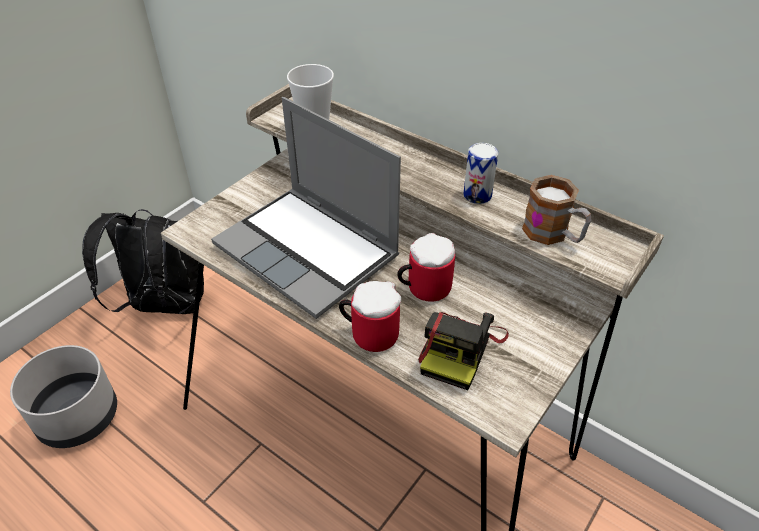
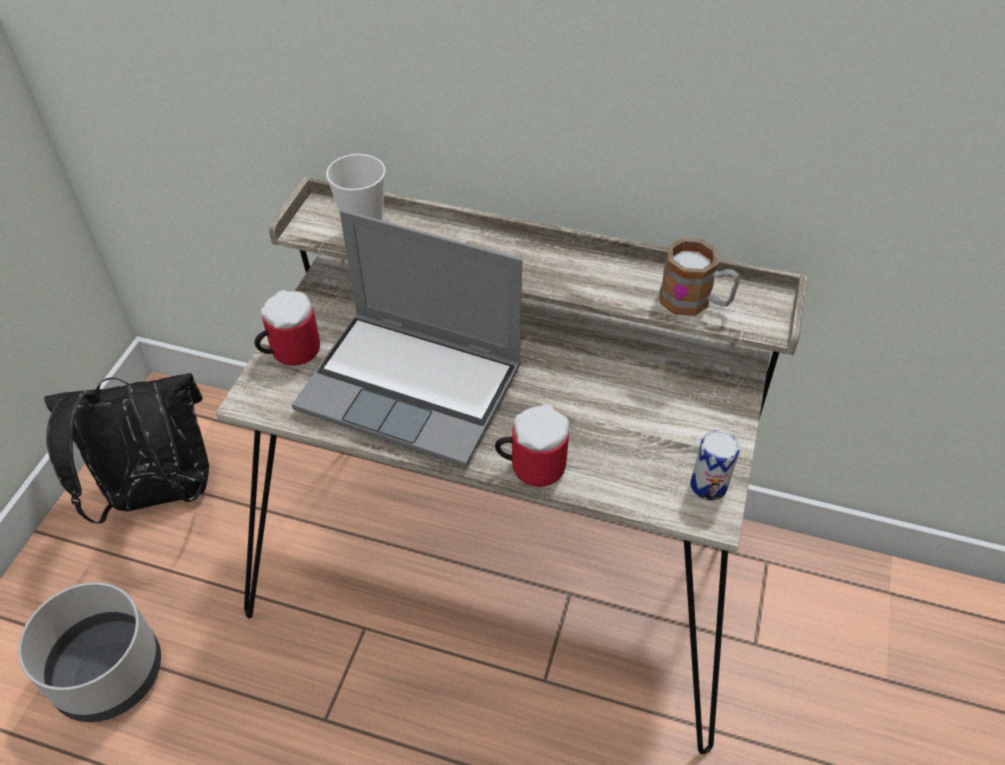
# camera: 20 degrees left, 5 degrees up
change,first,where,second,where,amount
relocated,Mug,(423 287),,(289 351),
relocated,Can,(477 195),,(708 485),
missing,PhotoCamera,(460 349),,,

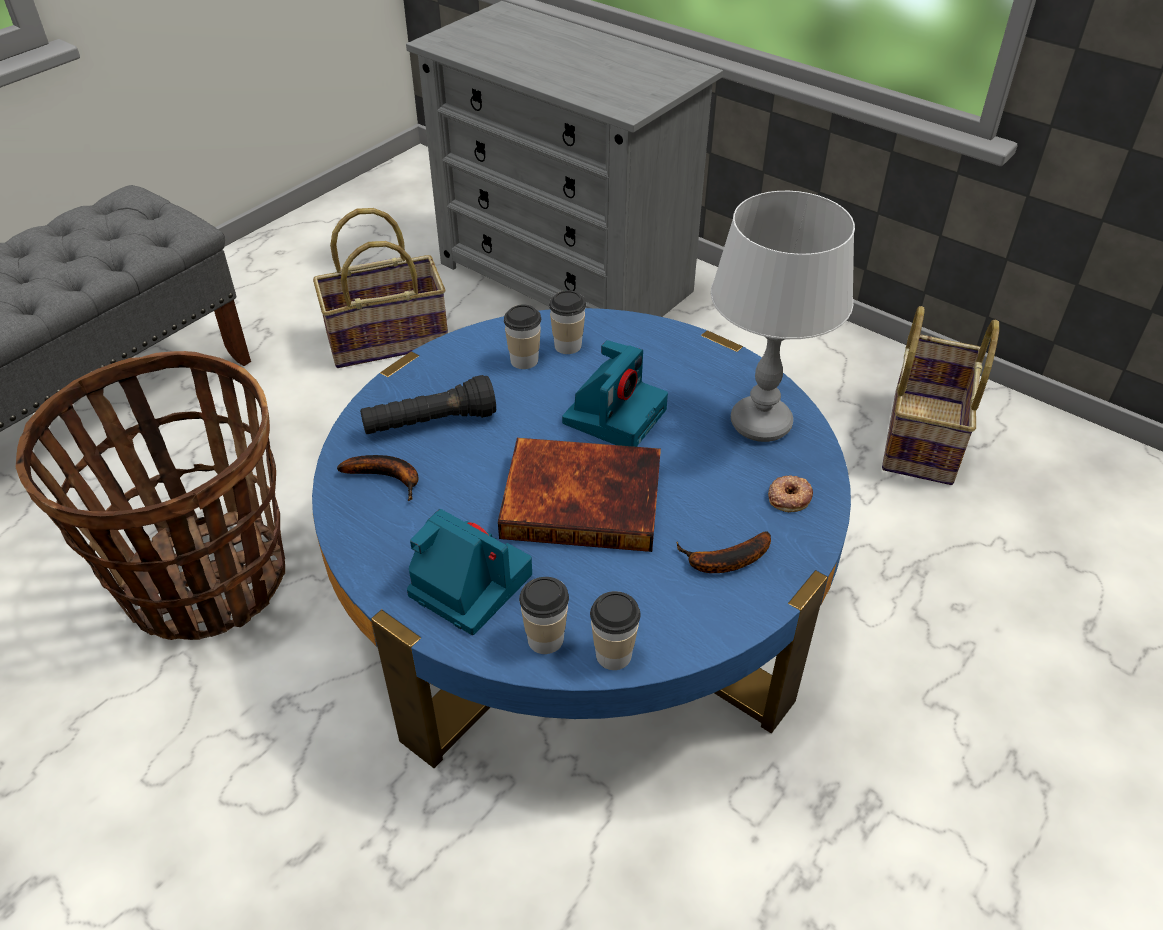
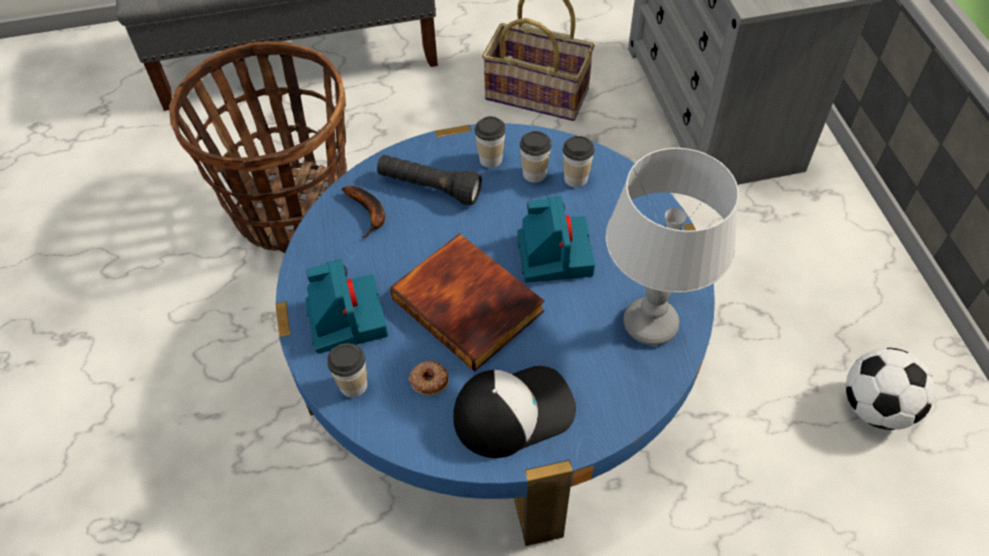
# camera: 40 degrees right, 10 degrees up
change,first,where,second,where,amount
relocated,Donut,(789 497),,(429 380),
exchanged,Banana,(724 561),Cap,(513 410),
relocated,Cup,(613 654),,(490 159),
spun,PhotoCamera,(615 414),,(553 253),75 degrees counterclockwise
exchanged,Basket,(920 436),Football,(876 407),

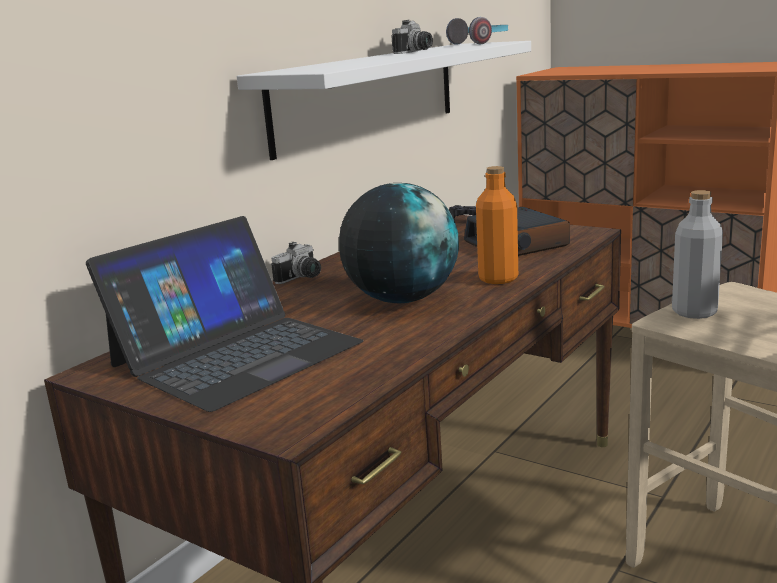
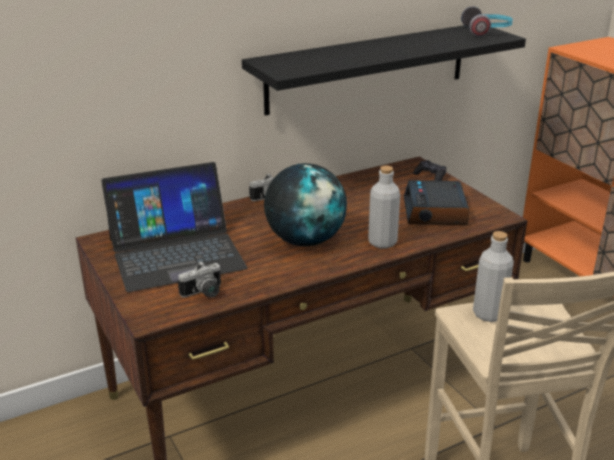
# camera: 25 degrees right, 10 degrees up
change,first,where,second,where,amount
relocated,PhotoCamera,(415 51),,(204 293),
colour,WhiteShelf,(368 95),BlackShelf,(368 68),
colour,OrangeBottle,(498 278),GreyBottle,(382 242),

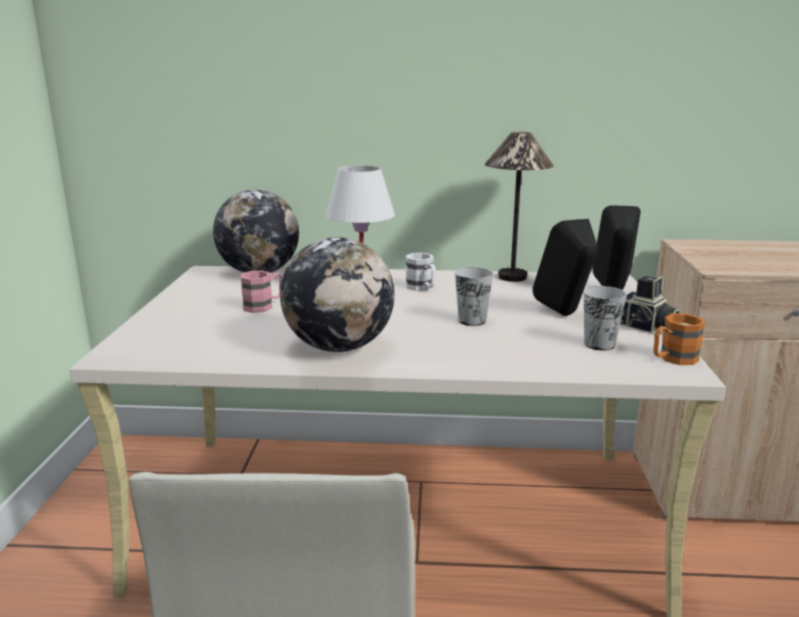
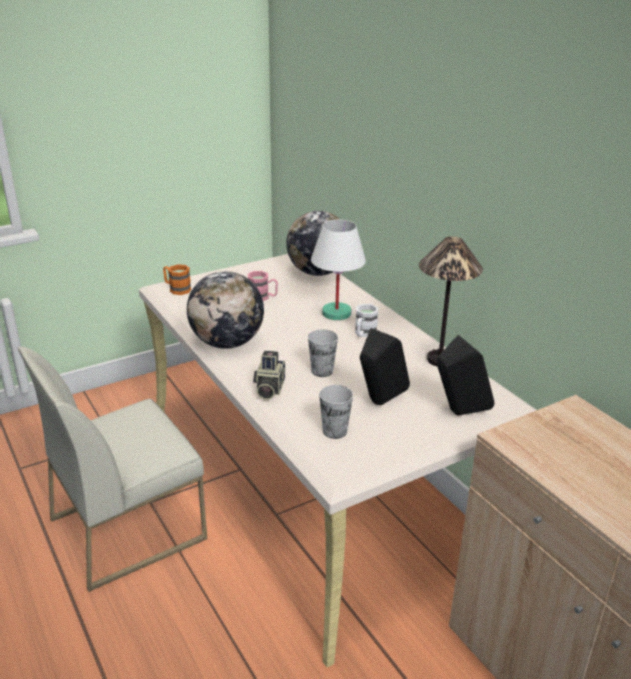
# camera: 55 degrees right, 10 degrees up
change,first,where,second,where,amount
relocated,OrangeMug,(672 359),,(176 289),
relocated,PhotoCamera,(645 327),,(268 389),

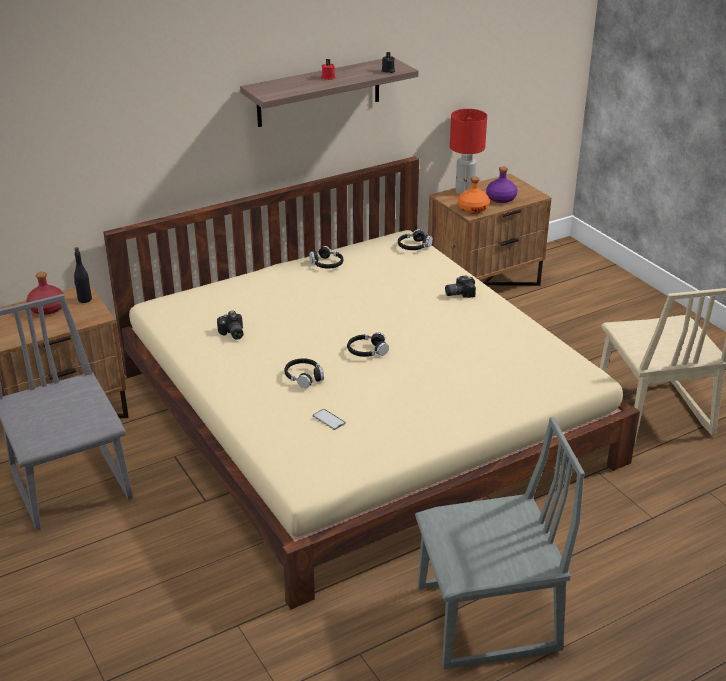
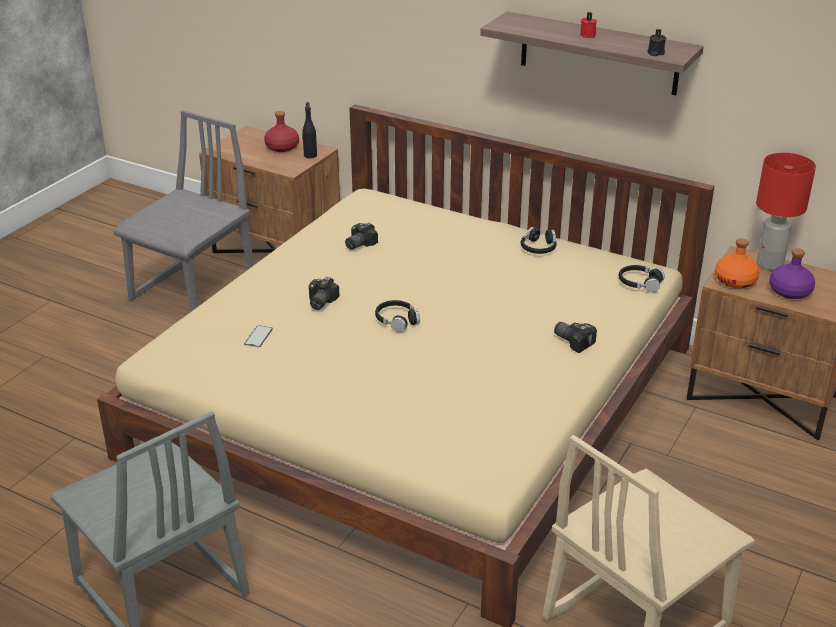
# camera: 60 degrees right, 0 degrees up
change,first,where,second,where,amount
exchanged,BlackHeadphones,(304 377),PhotoCamera,(319 302),

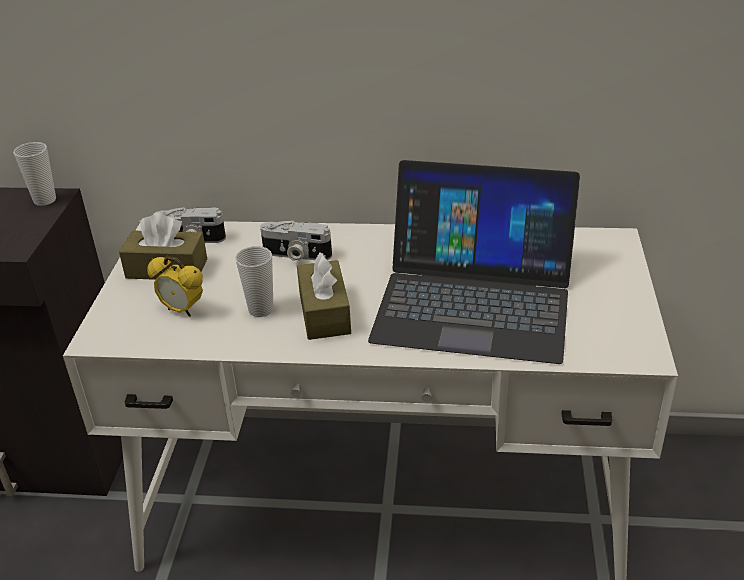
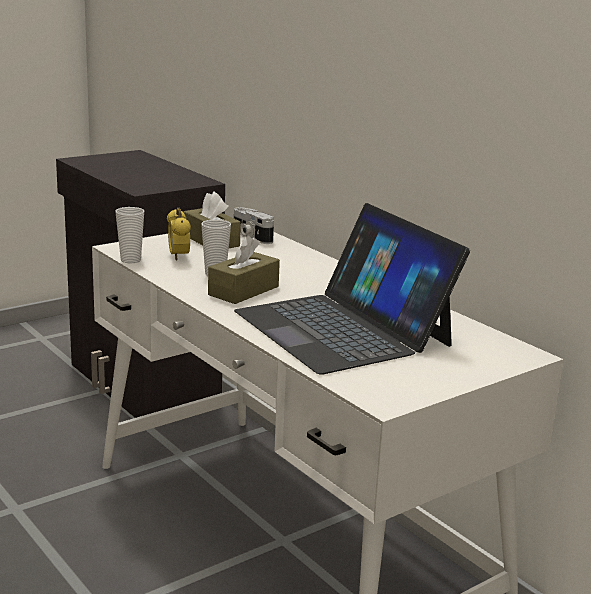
# camera: 45 degrees right, 15 degrees down
change,first,where,second,where,amount
relocated,Cup,(45 200),,(130 260),
missing,PhotoCamera,(296 255),,,

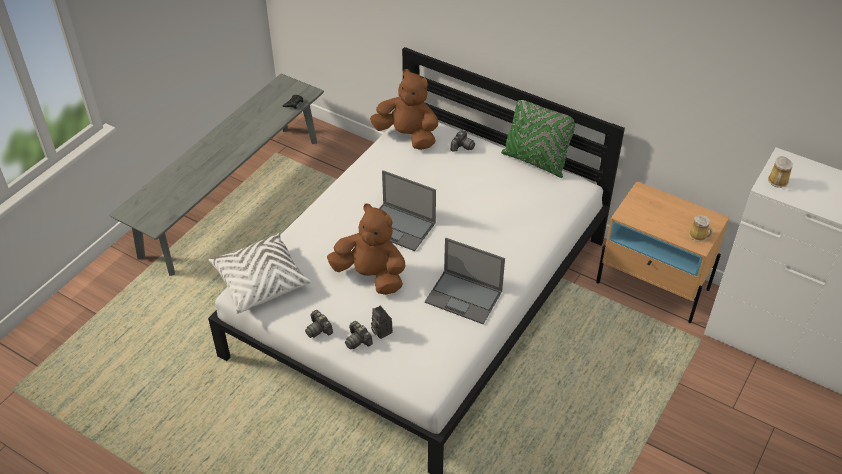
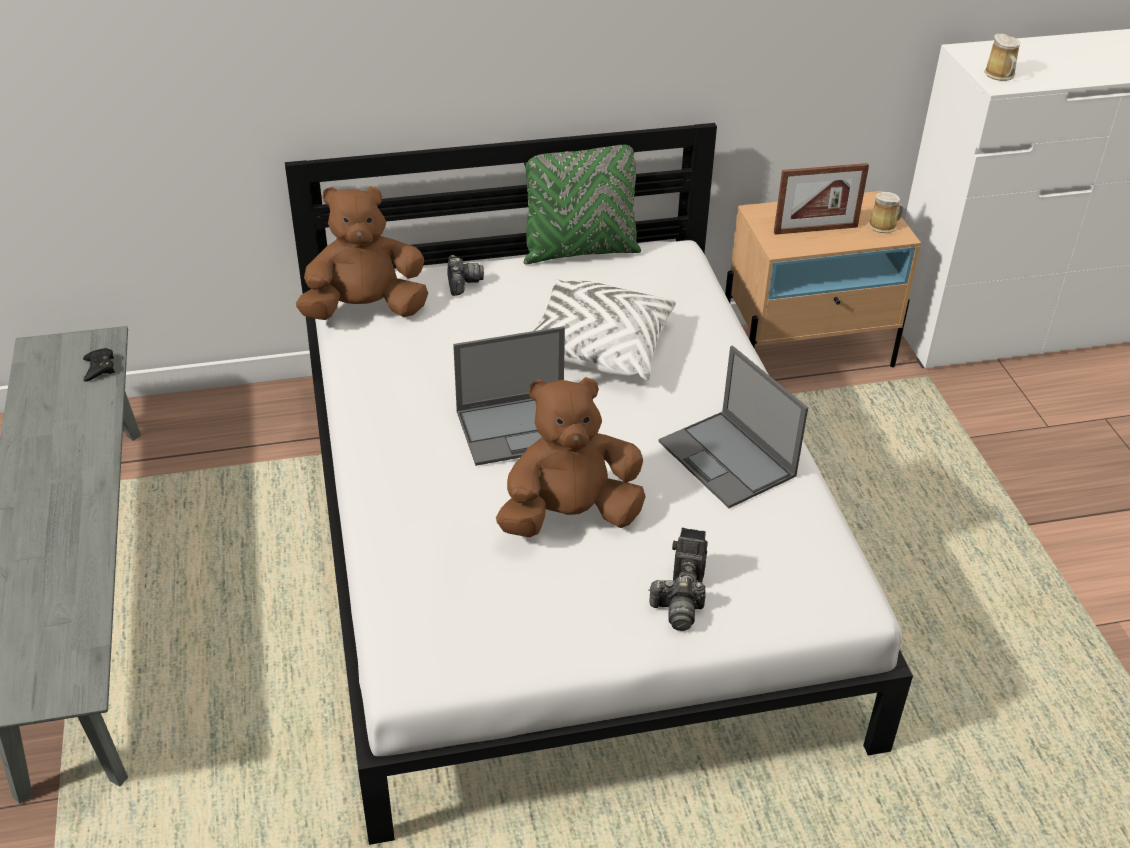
# camera: 45 degrees left, 5 degrees down
change,first,where,second,where,amount
relocated,WhitePillow,(260 281),,(598 347),
spun,Laptop,(464 297),,(728 460),75 degrees clockwise
appeared,,,PictureFrame,(815 230),
missing,PhotoCamera,(319 329),,,

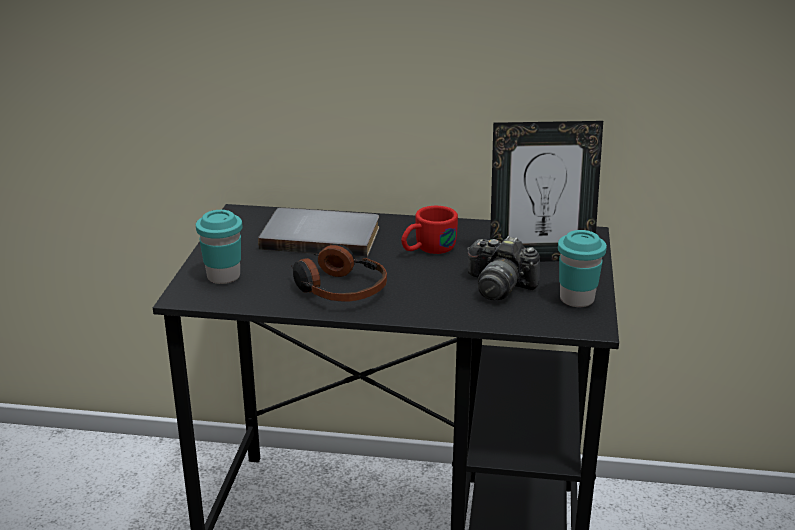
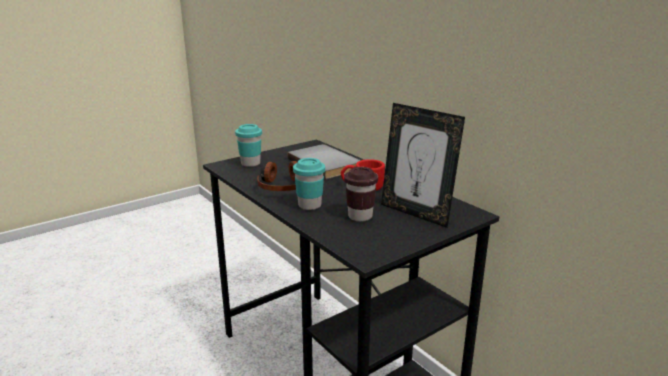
# camera: 45 degrees right, 5 degrees down
change,first,where,second,where,amount
relocated,TurquoiseCup,(577 299),,(309 205),
exchanged,PhotoCamera,(499 286),BrownCup,(360 216),

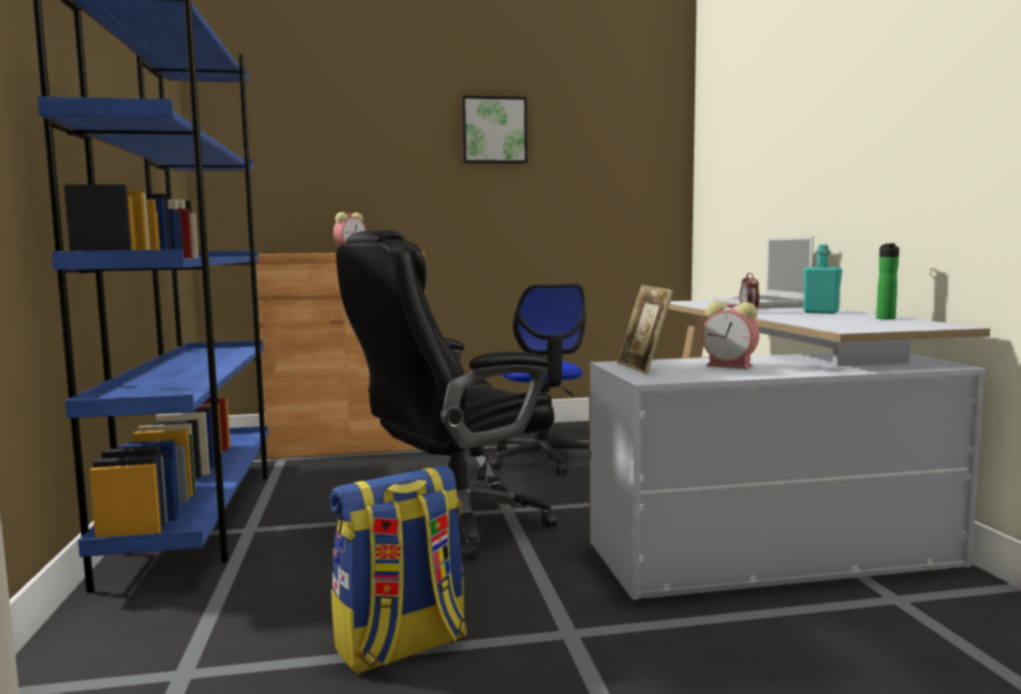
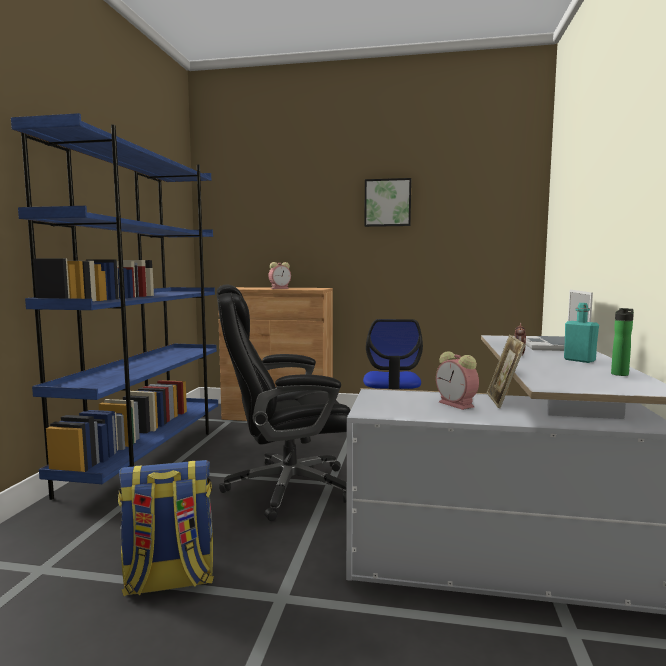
# camera: 20 degrees right, 0 degrees up
change,first,where,second,where,amount
relocated,PictureFrame,(643 368),,(503 401),

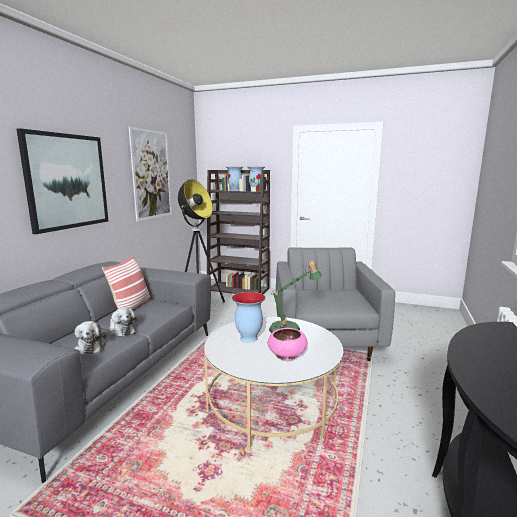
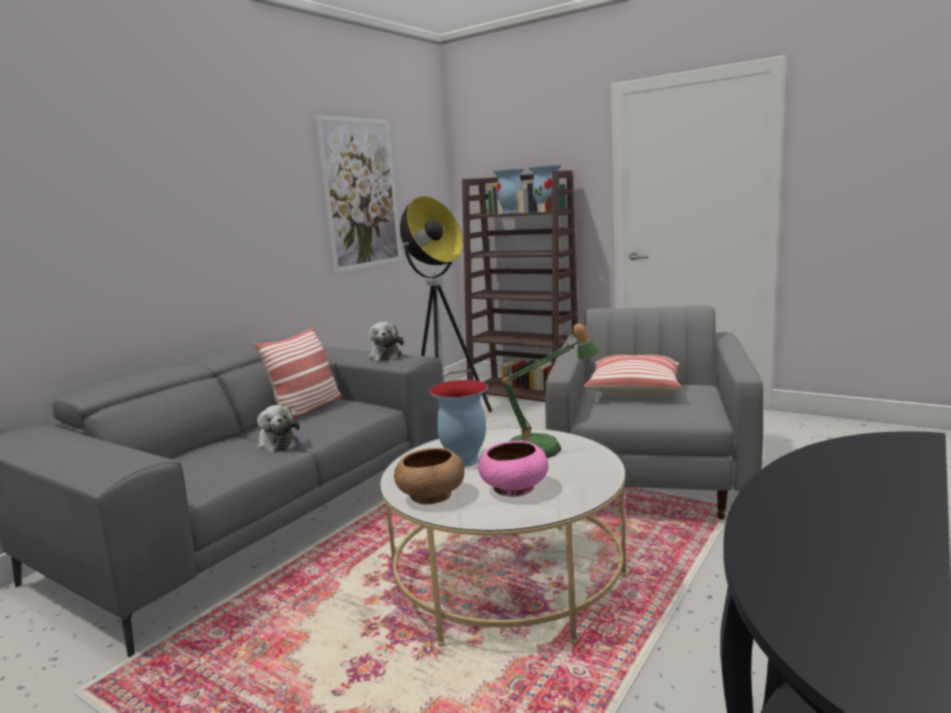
# camera: 15 degrees right, 0 degrees up
change,first,where,second,where,amount
relocated,PlushToy,(90 346),,(385 356),
appeared,,,BrownBowl,(430 496),
appeared,,,Pillow,(634 390),
missing,Picture,(67 181),,,

